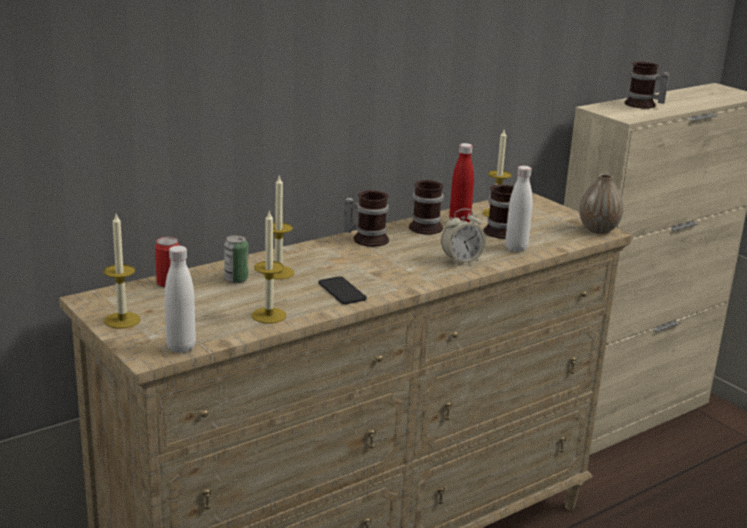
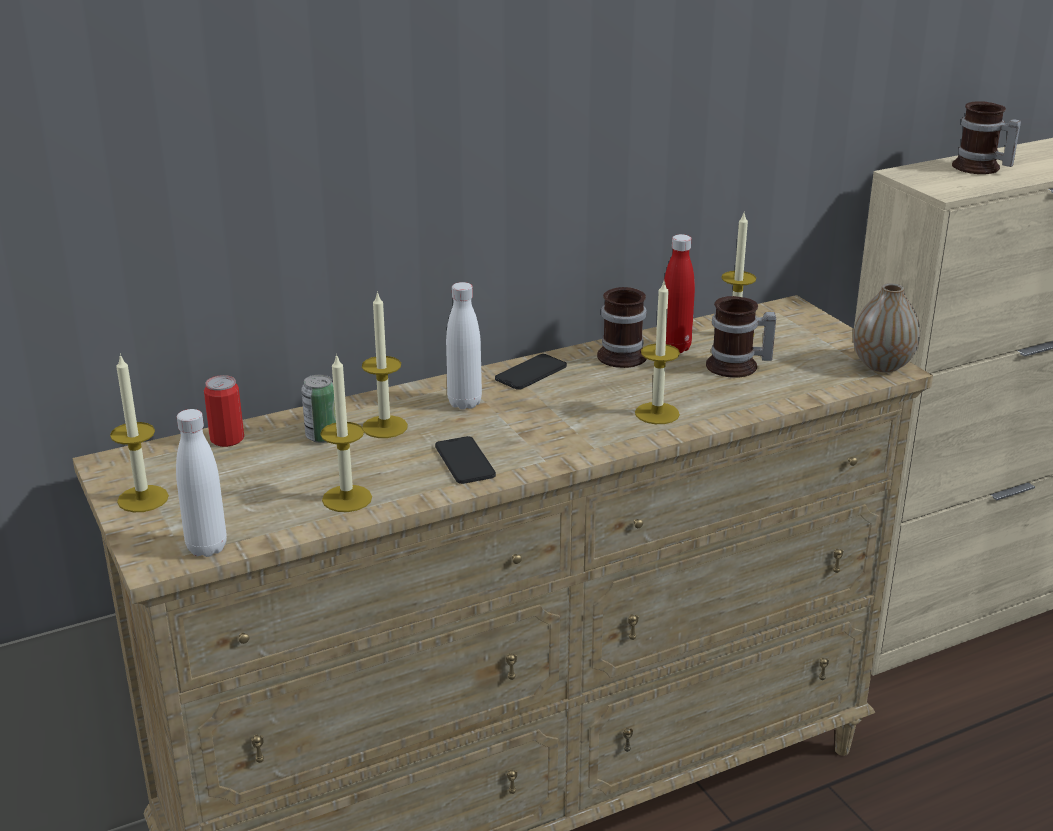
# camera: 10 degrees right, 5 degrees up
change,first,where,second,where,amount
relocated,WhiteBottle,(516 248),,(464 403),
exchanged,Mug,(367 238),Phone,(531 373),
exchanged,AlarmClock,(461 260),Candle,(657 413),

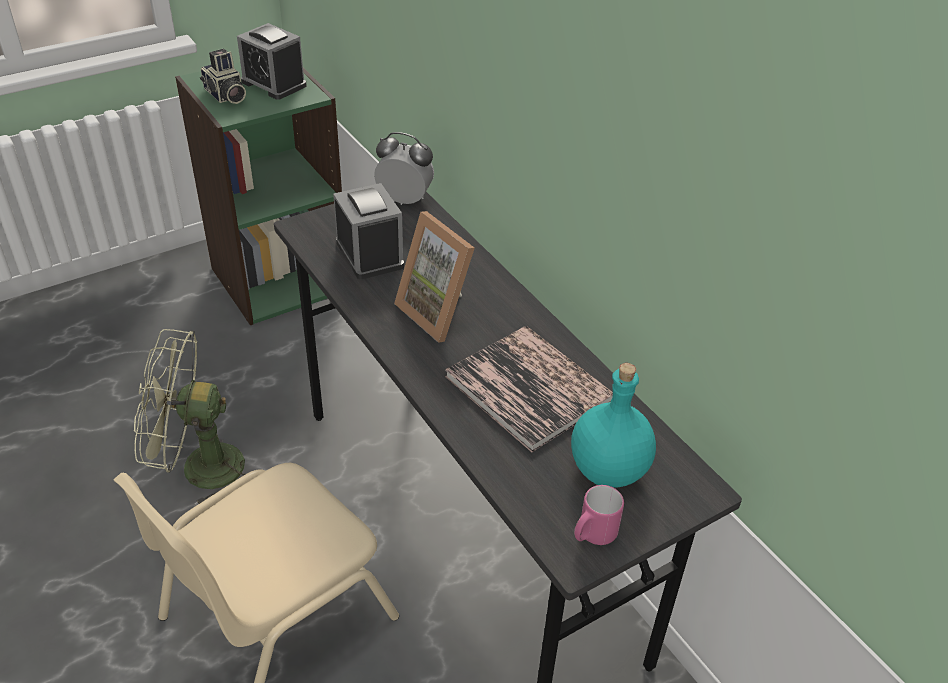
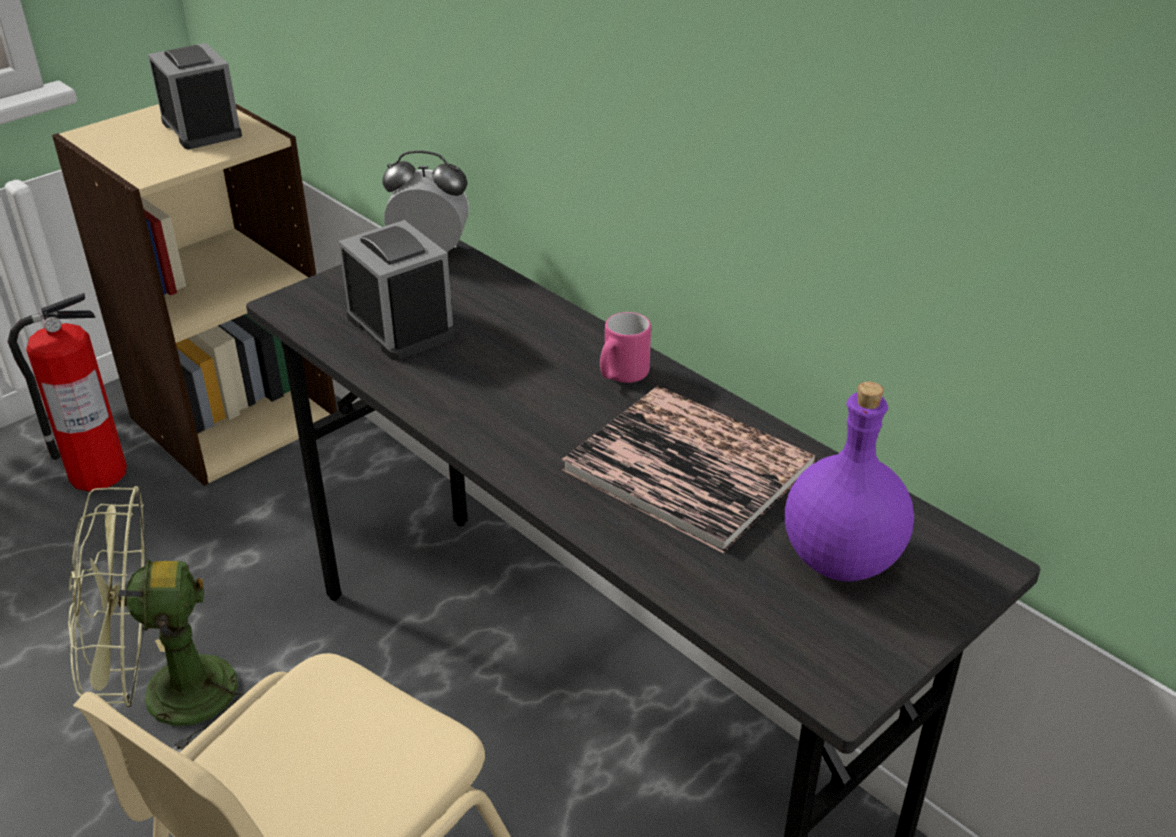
# camera: 10 degrees left, 5 degrees down
change,first,where,second,where,amount
appeared,,,FireExtinguisher,(96 474),
colour,GreenBookcase,(279 278),BeigeBookcase,(233 417),
spun,AlarmClock,(274 84),,(201 129),150 degrees counterclockwise
relocated,PinkMug,(593 535),,(621 376),
colour,TurquoiseBottle,(608 471),PurpleBottle,(842 561),
missing,PhotoCamera,(225 96),,,
missing,PictureFrame,(440 312),,,

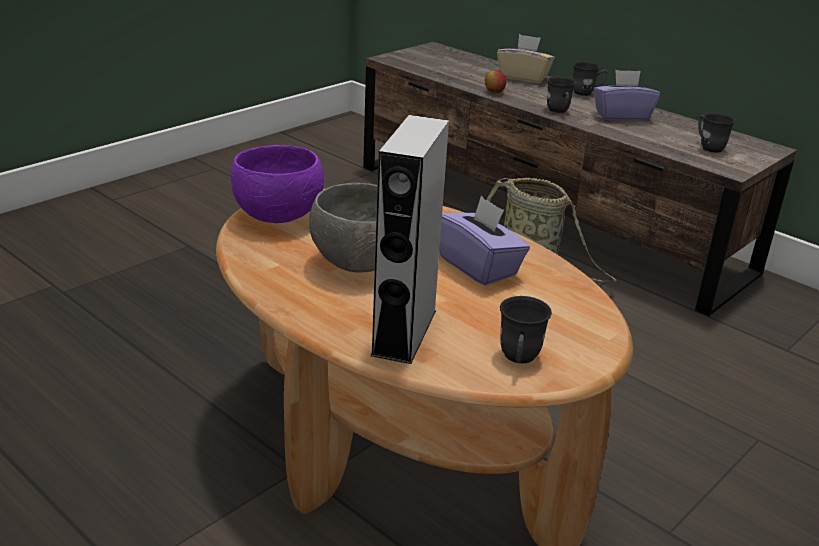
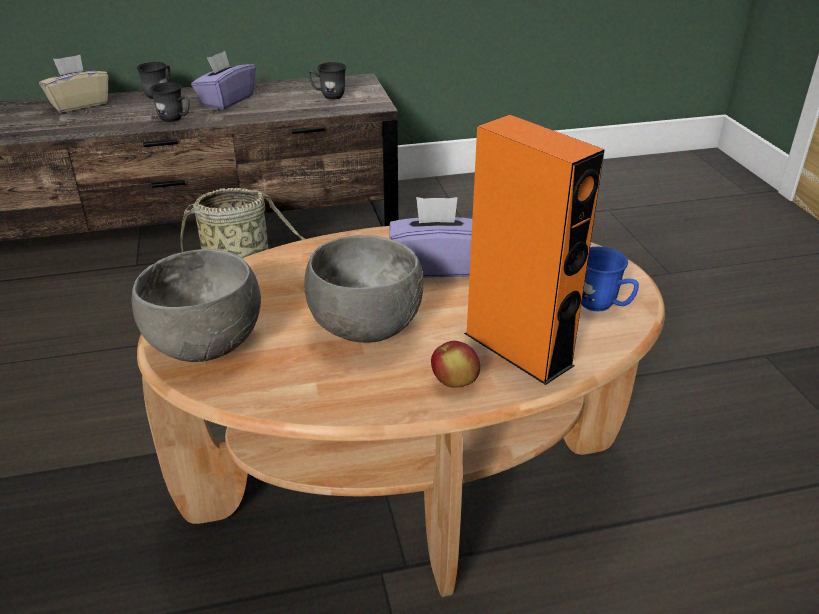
# camera: 55 degrees left, 5 degrees up
change,first,where,second,where,amount
colour,PurpleBowl,(279 216),GreyBowl,(206 344),
relocated,Apple,(494 92),,(454 383),
colour,GreySpeaker,(404 332),OrangeSpeaker,(518 349),
colour,GreyMug,(518 359),BlueMug,(603 306),

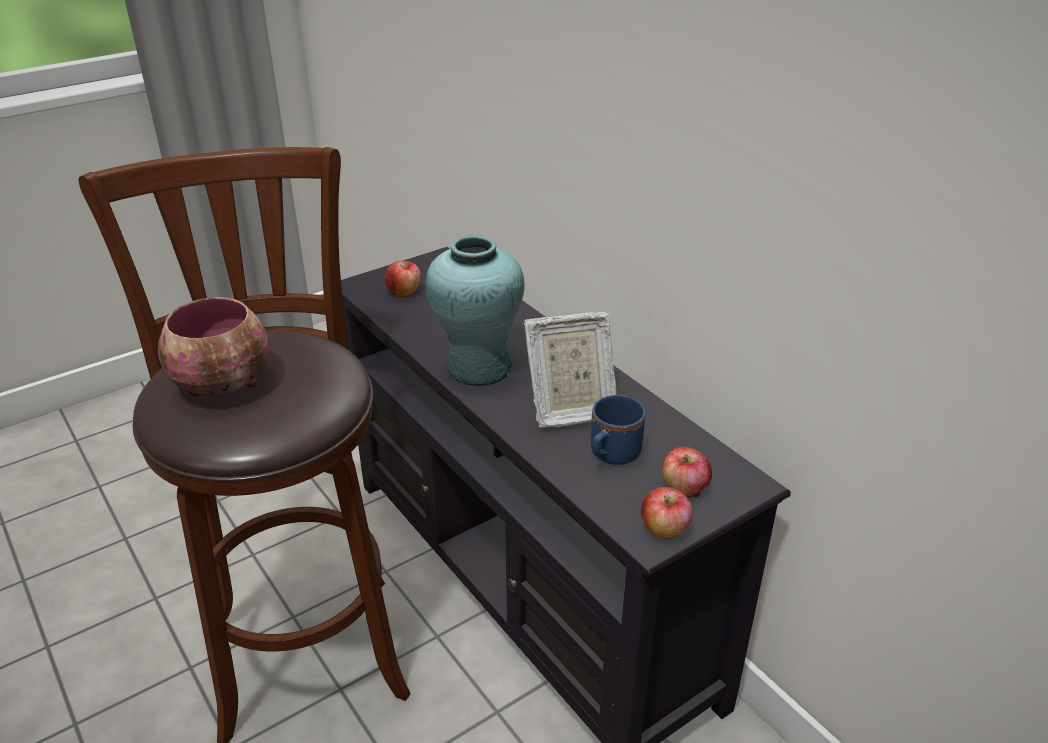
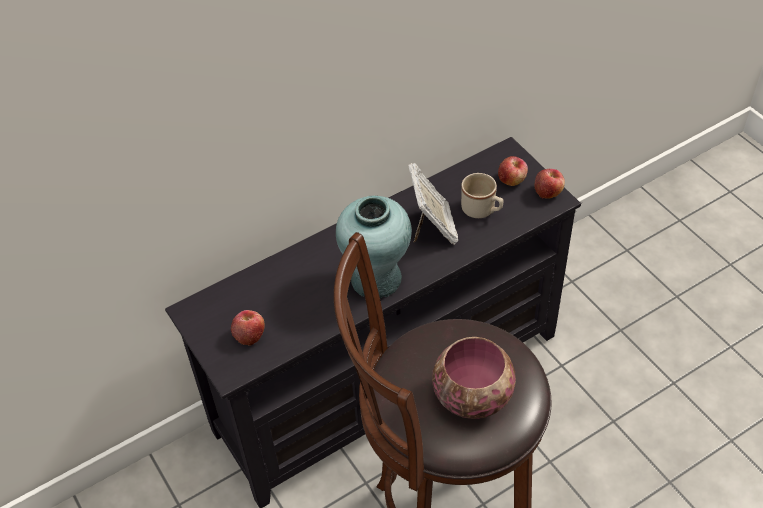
# camera: 85 degrees left, 15 degrees up
change,first,where,second,where,amount
colour,BlueMug,(611 456),BeigeMug,(482 210),

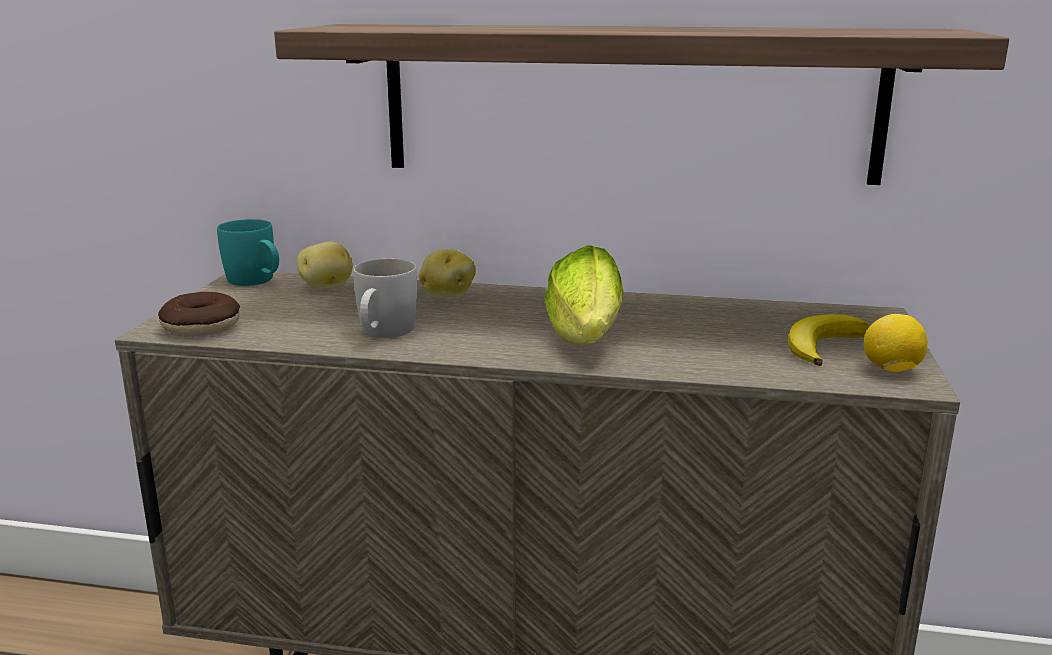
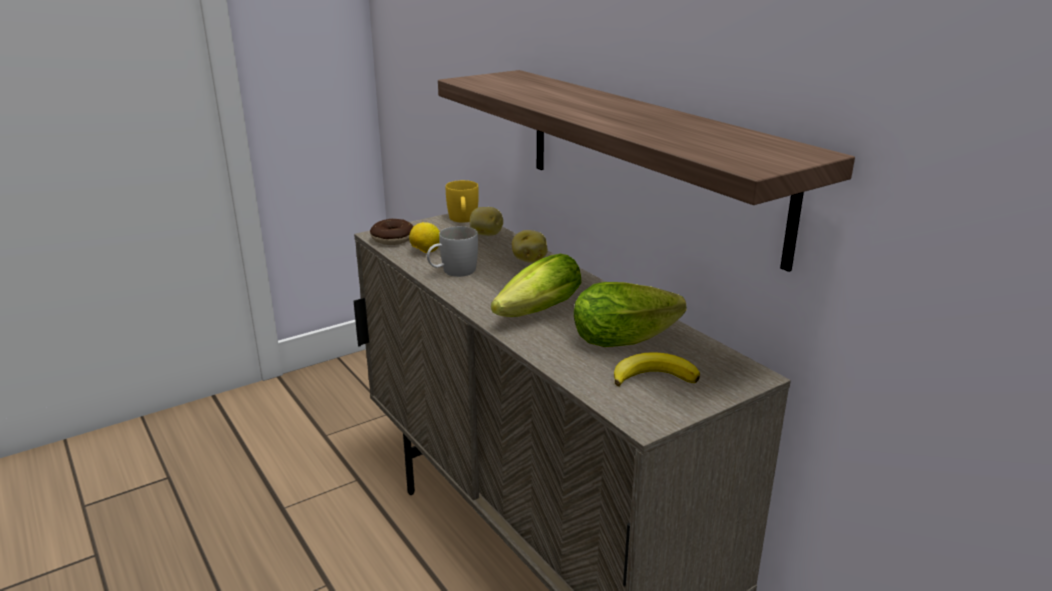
# camera: 45 degrees right, 5 degrees up
change,first,where,second,where,amount
relocated,Lemon,(891 370),,(425 252),
colour,TurquoiseMug,(256 281),YellowMug,(463 220),
appeared,,,Lettuce,(630 337),

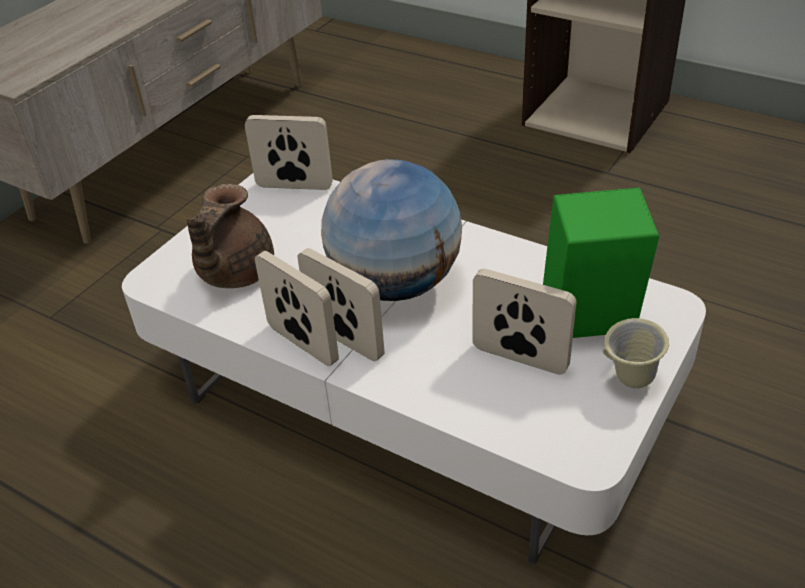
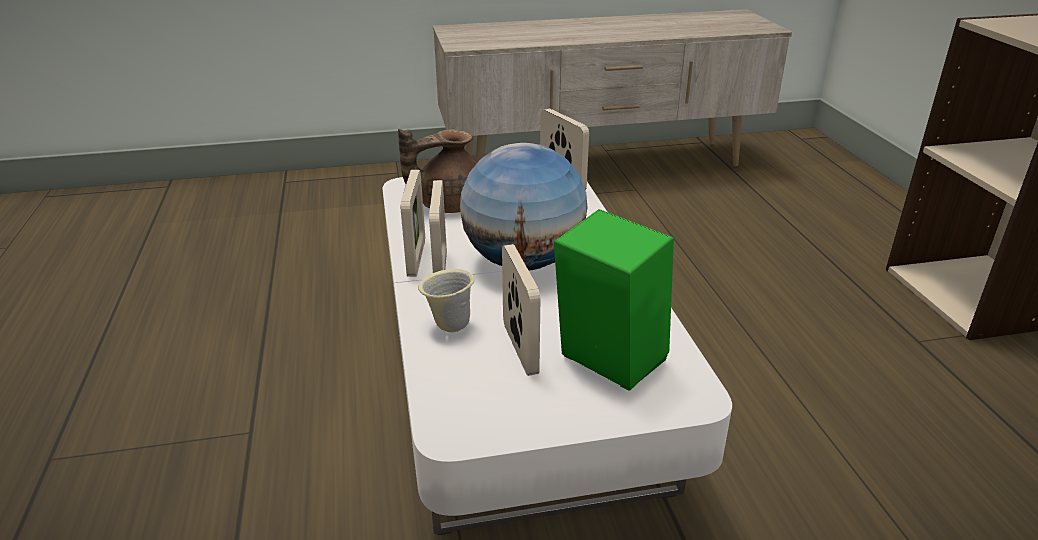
# camera: 45 degrees right, 10 degrees down
change,first,where,second,where,amount
relocated,BeigeMug,(629 381),,(448 326),

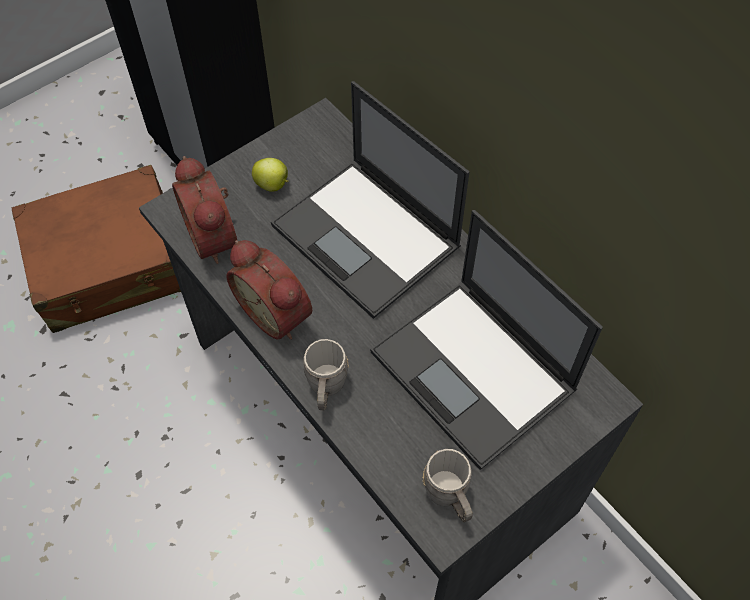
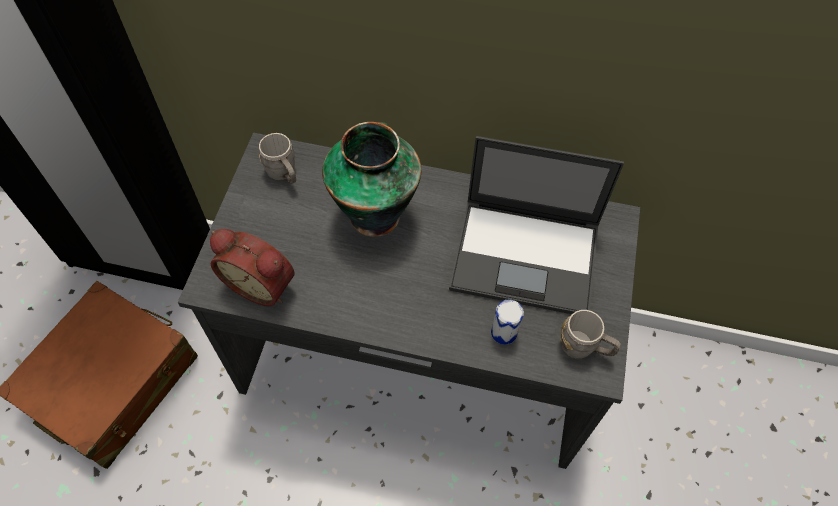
# camera: 40 degrees left, 0 degrees up
change,first,where,second,where,amount
relocated,GreyMug,(326 388),,(284 174),
exchanged,Laptop,(367 237),Vase,(375 213),
appeared,,,Can,(504 333),
missing,AlarmClock,(277 311),,,
missing,Apple,(273 185),,,

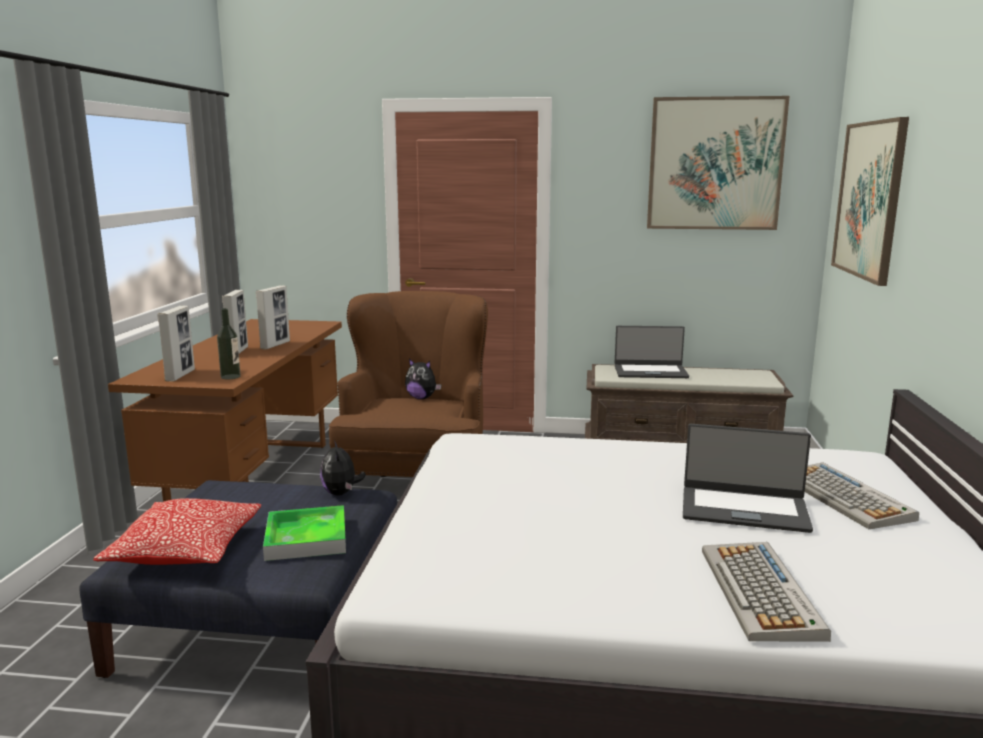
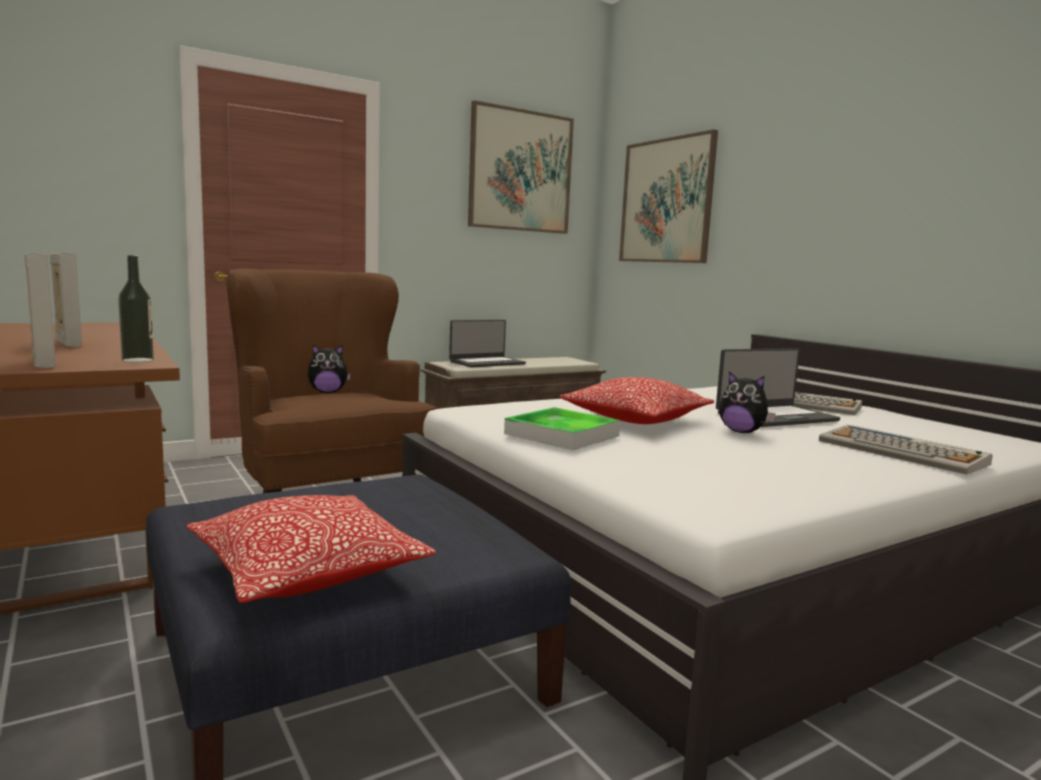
# camera: 40 degrees left, 5 degrees down
change,first,where,second,where,amount
relocated,Tray,(306 538),,(562 435),
appeared,,,Pillow,(635 419),
relocated,PlushToy,(341 493),,(742 432),
missing,PictureFrame,(275 345),,,

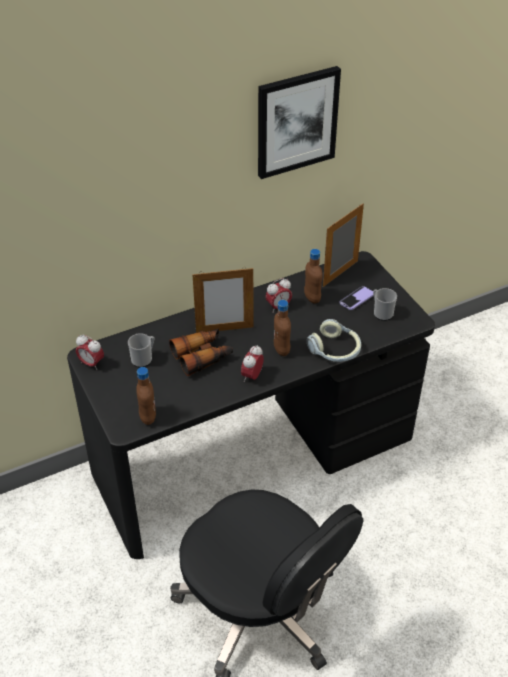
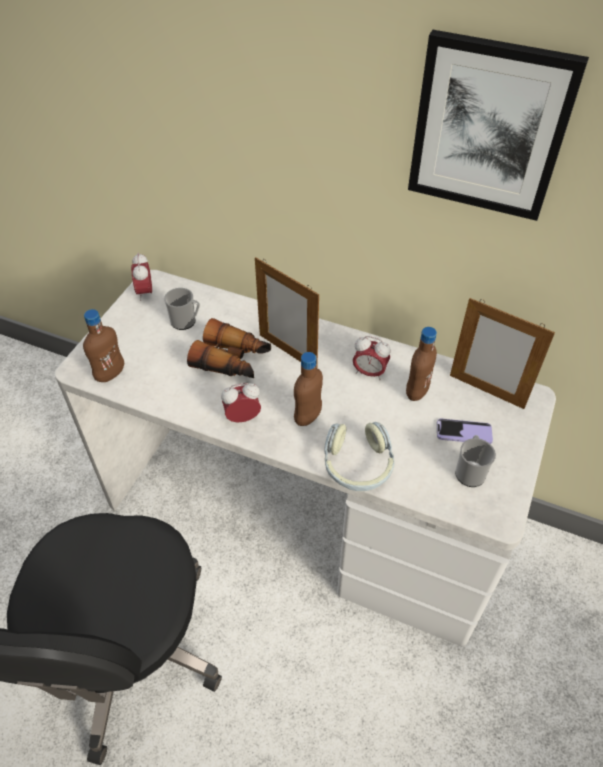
# camera: 50 degrees right, 5 degrees up
change,first,where,second,where,amount
colour,BlackDesk,(253 454),WhiteDesk,(302 511),
spun,PictureFrame,(340 273),,(486 391),150 degrees counterclockwise

